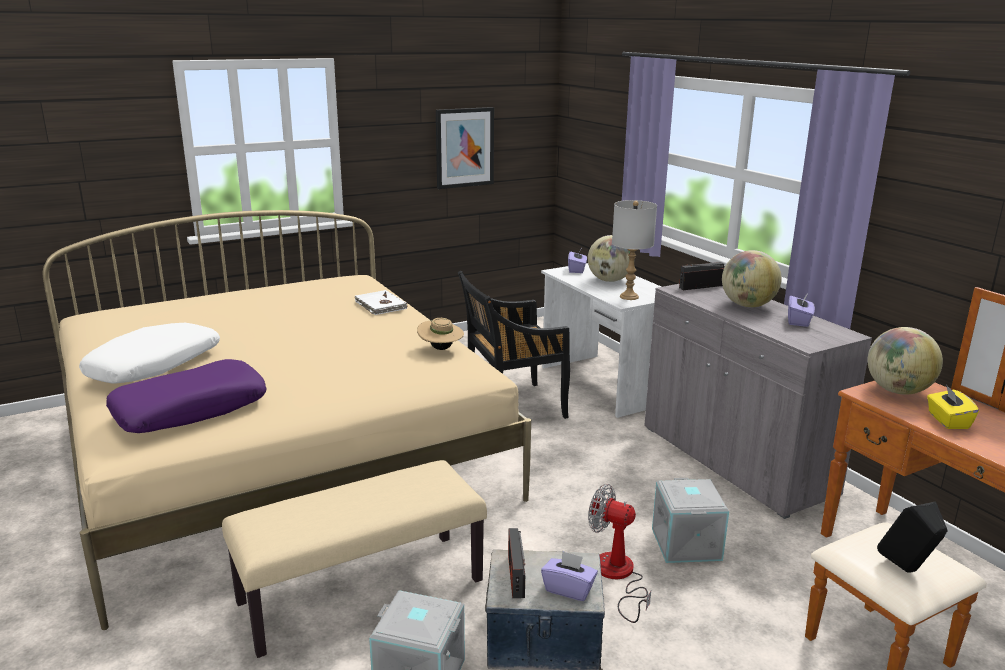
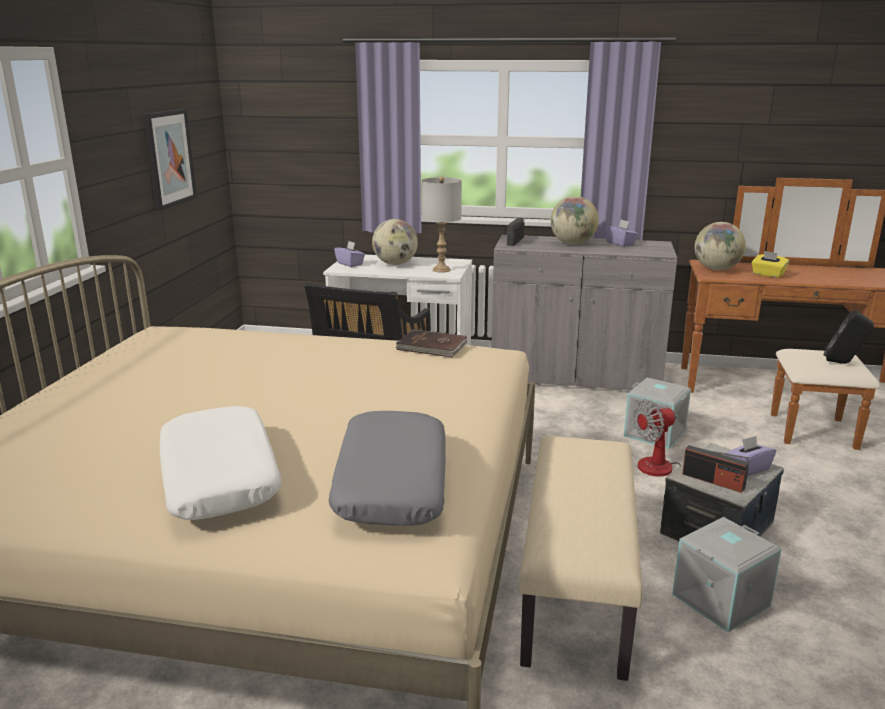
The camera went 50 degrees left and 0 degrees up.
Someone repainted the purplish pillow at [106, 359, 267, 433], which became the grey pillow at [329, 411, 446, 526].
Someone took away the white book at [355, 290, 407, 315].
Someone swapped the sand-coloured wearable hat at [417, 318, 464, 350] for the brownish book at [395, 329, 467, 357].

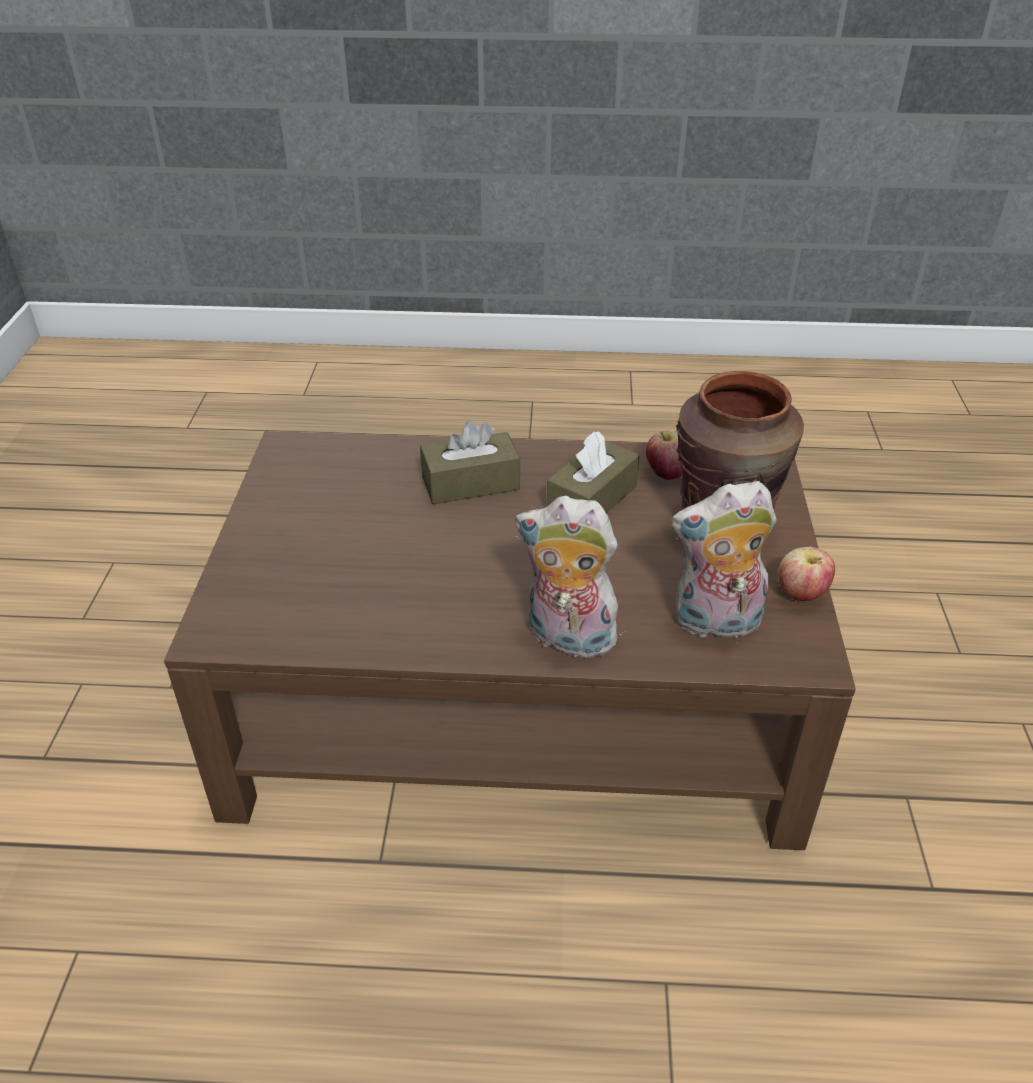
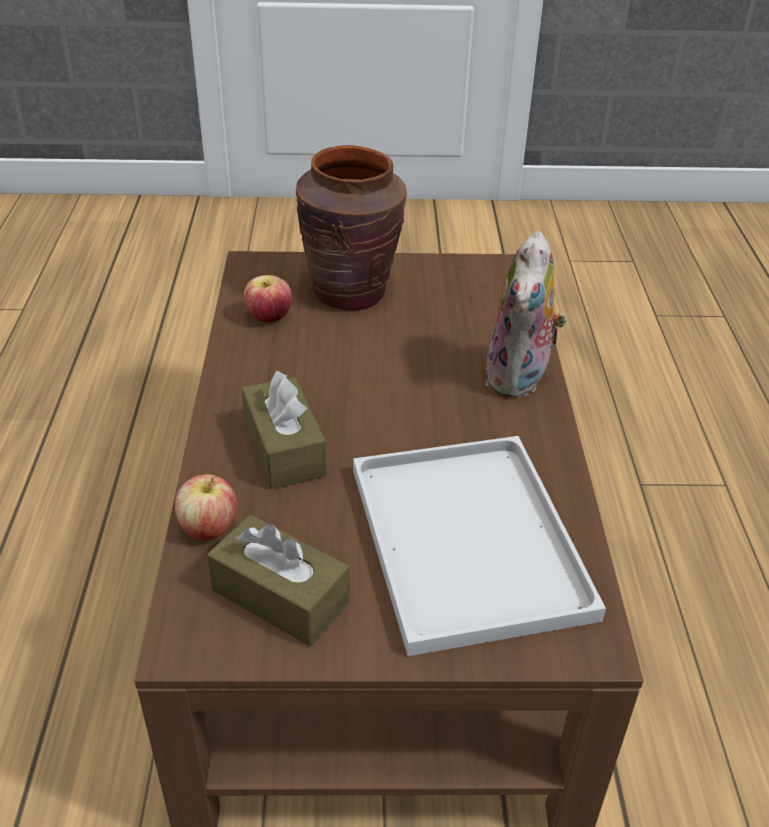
The camera went 95 degrees left and 0 degrees up.
Someone carried the brownish box of tissues from [547, 431, 640, 513] to [207, 515, 350, 646].
Someone took away the cuddly toy at [672, 481, 777, 643].
Someone carried the apple fruit from [778, 547, 835, 601] to [175, 474, 237, 541].
Someone put down the white tray at [353, 436, 606, 656].

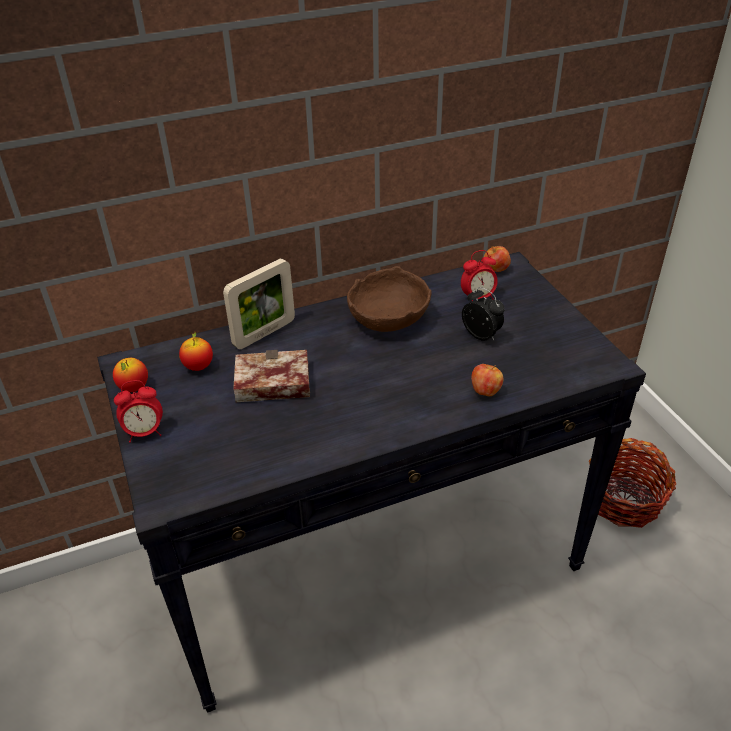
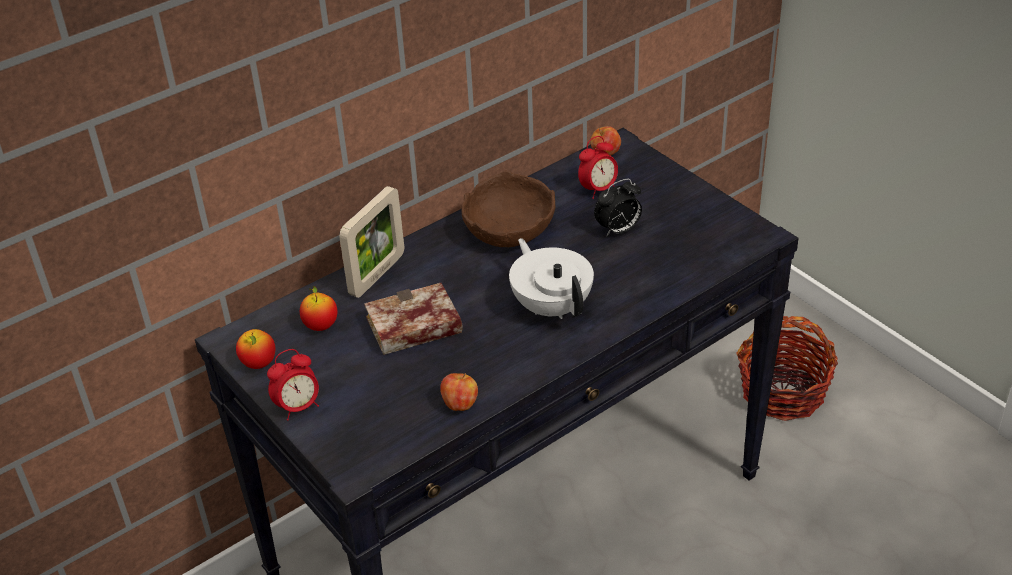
The camera went 15 degrees left and 0 degrees up.
Someone rotated the bedside clock at [462, 287, 505, 341] by 120 degrees clockwise.
Someone carried the apple fruit from [471, 364, 503, 396] to [440, 373, 478, 411].
Someone put down the white teapot at [509, 238, 594, 319].

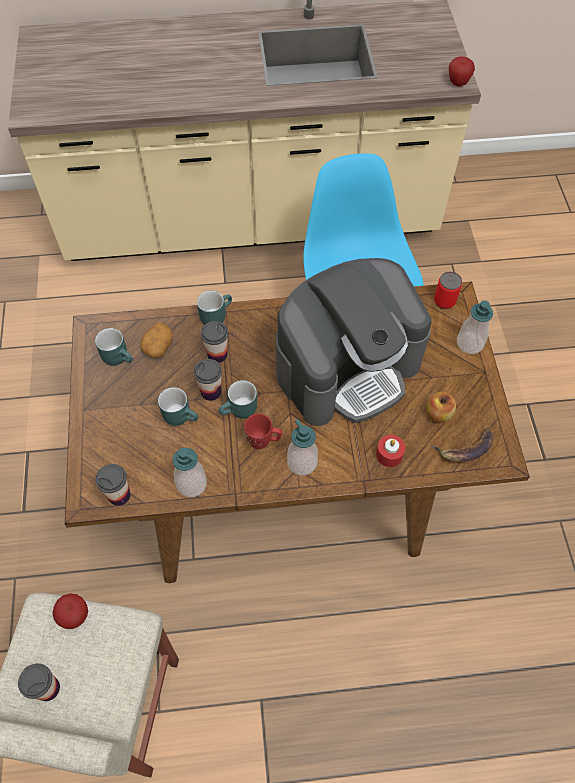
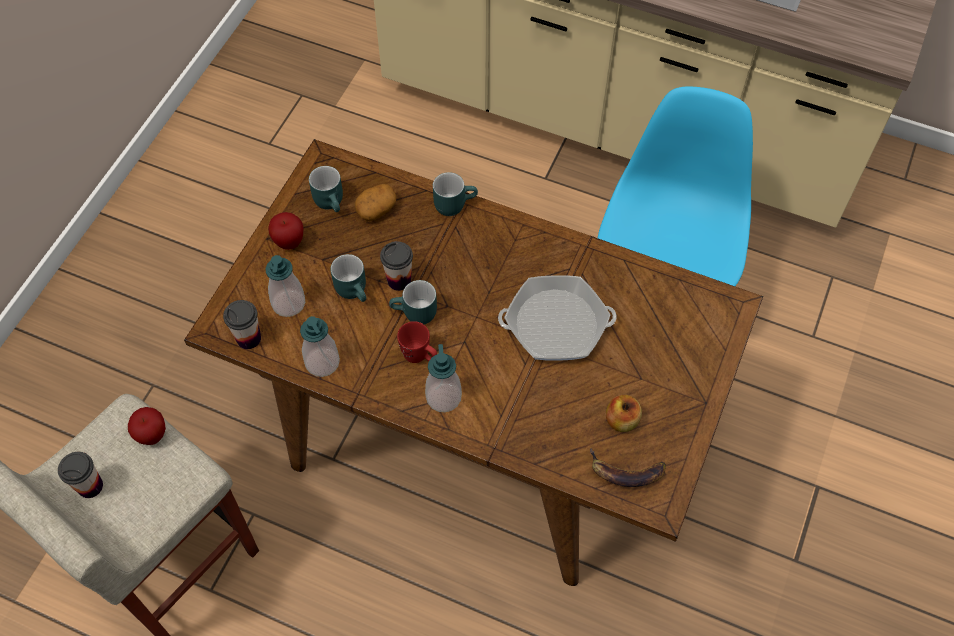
The camera went 30 degrees right and 0 degrees up.
Someone took away the small cup at [201, 321, 228, 363].
Someone swapped the coffee maker at [276, 258, 431, 426] for the frying pan at [498, 275, 617, 361].
Someone took away the red wax light at [376, 435, 405, 467].
Someone took away the sealed can at [434, 272, 462, 309].
Someone carried the apple fruit from [449, 56, 475, 87] to [268, 212, 303, 250].
Someone carried the liquid soap bottle from [457, 300, 493, 354] to [265, 255, 305, 317].

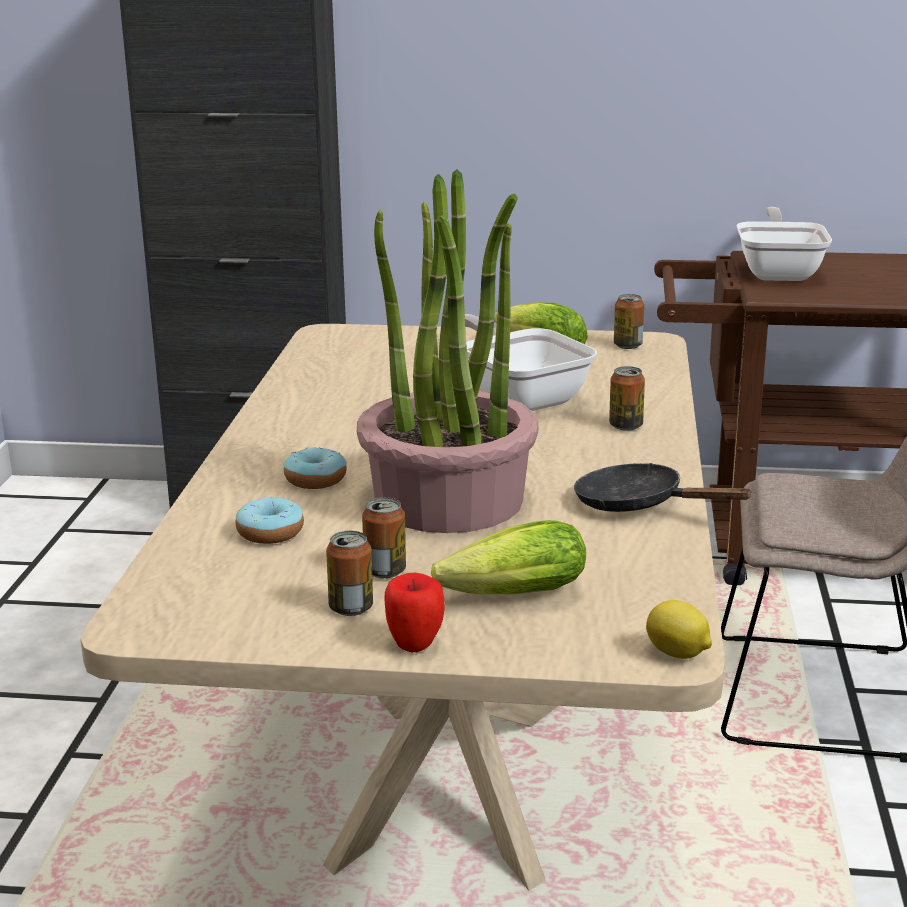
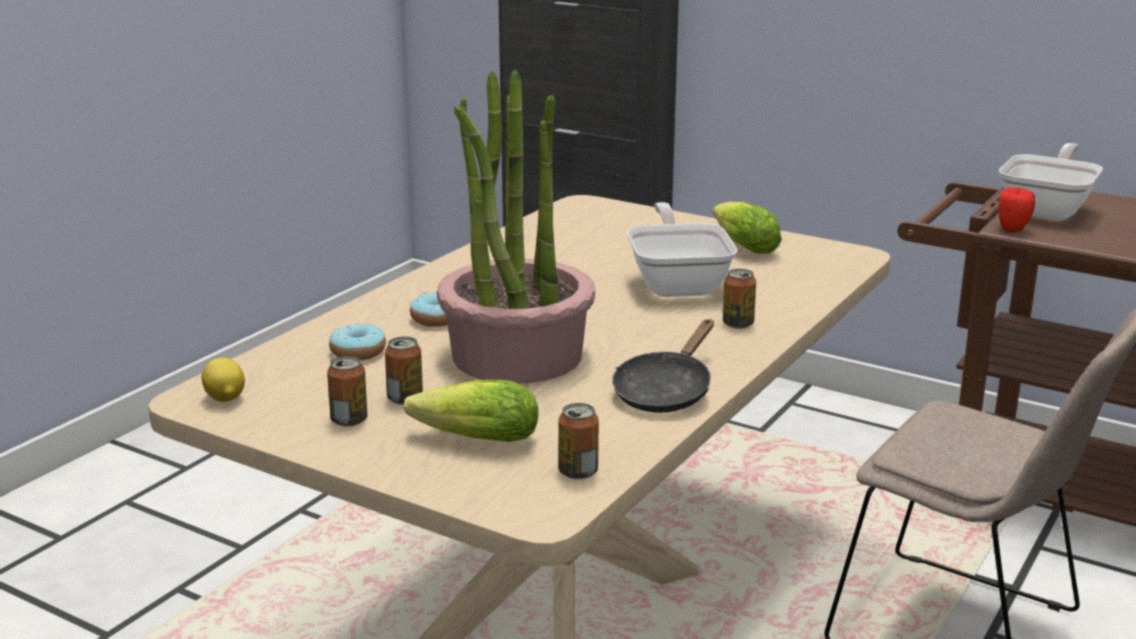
The camera went 25 degrees right and 0 degrees up.
Someone carried the apple fruit from [384, 573, 445, 652] to [998, 187, 1035, 233].
Someone rotated the black-coloured frying pan at [574, 463, 753, 512] by 120 degrees counterclockwise.
Someone carried the sealed can from [614, 294, 644, 349] to [558, 403, 599, 479].
Someone carried the whole lemon from [646, 600, 712, 659] to [202, 358, 245, 402].

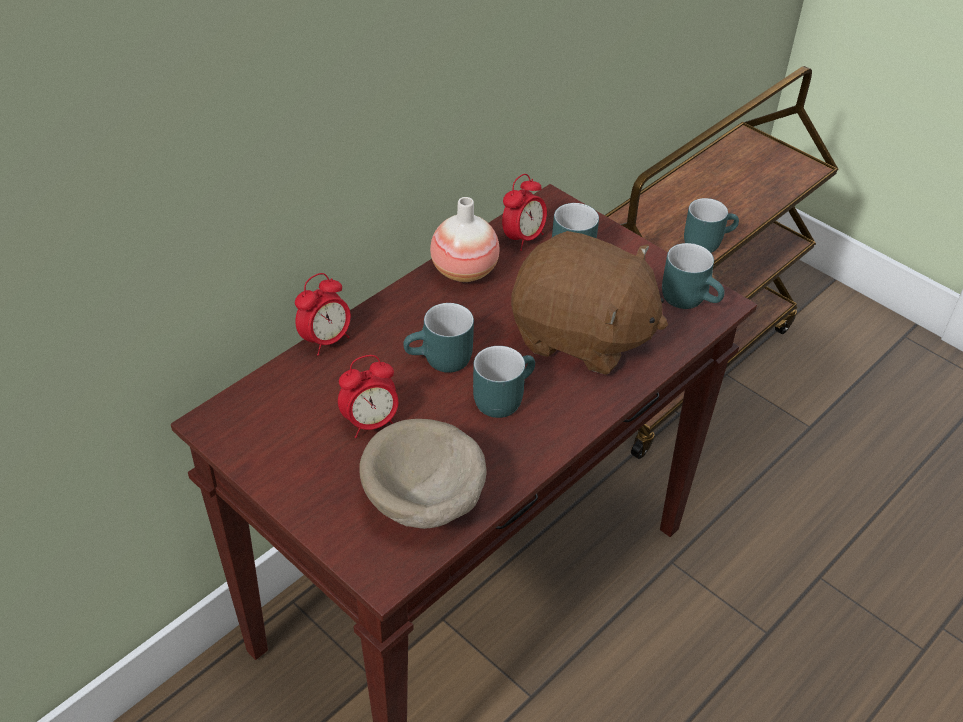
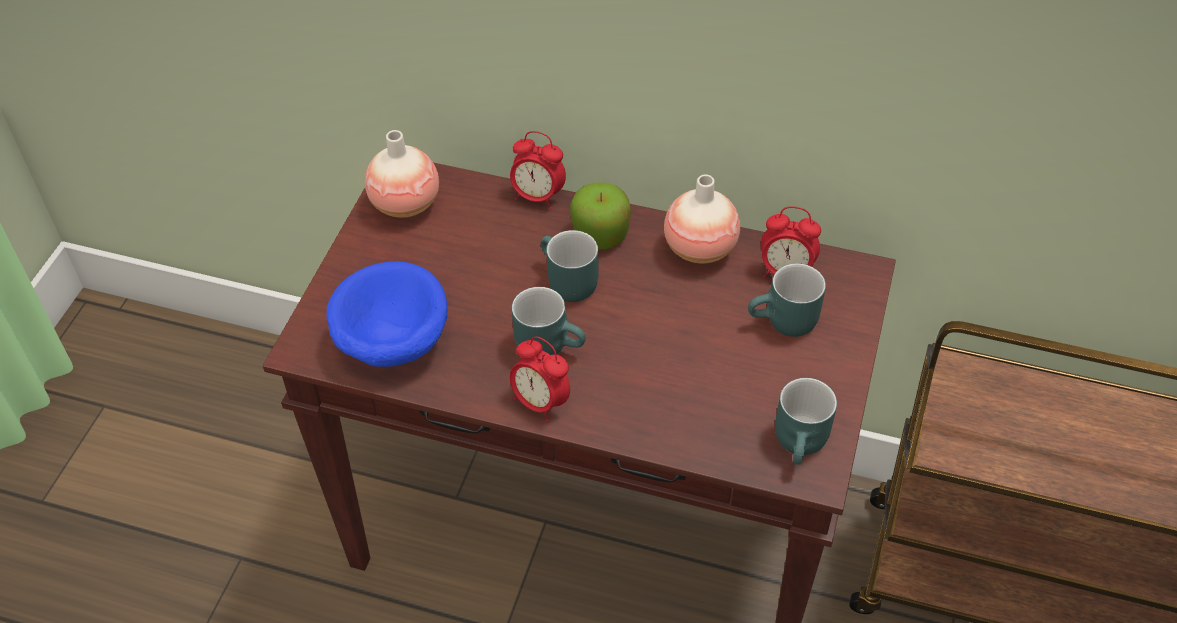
The camera went 65 degrees right and 5 degrees up.
Someone carried the bedside clock from [338, 355, 398, 438] to [510, 336, 570, 422].
Someone repainted the sand-coloured serving bowl at [359, 419, 487, 529], which became the blue serving bowl at [326, 261, 448, 367].
Someone took away the brownish cuddly toy at [511, 231, 668, 375].
Someone took away the turquoise tea mug at [684, 198, 739, 253].
Someone put down the flower vase at [365, 130, 439, 218].
Someone put down the apple fruit at [570, 183, 632, 249].

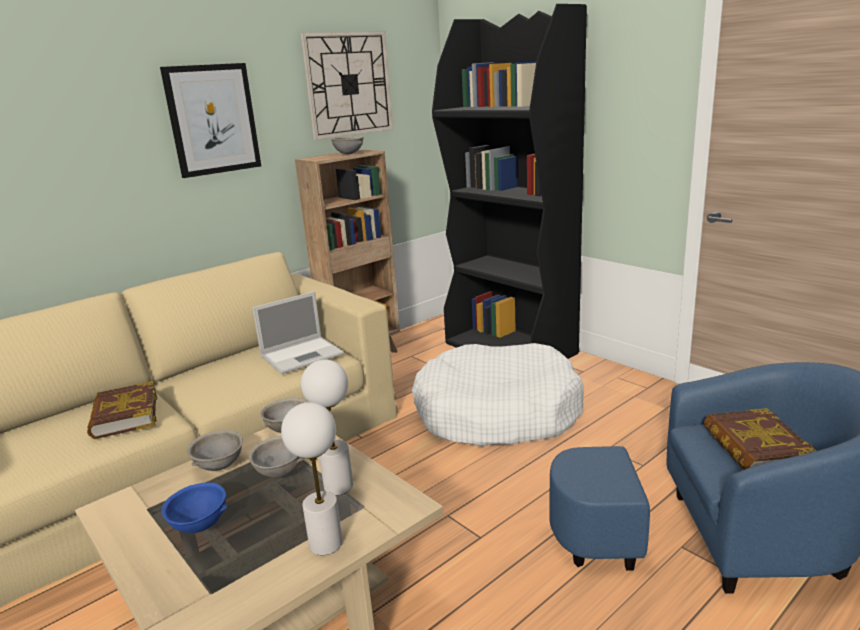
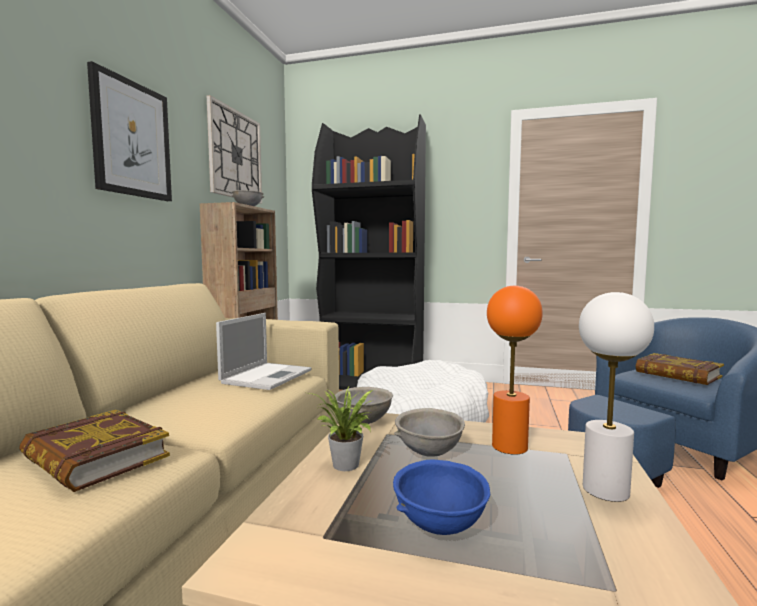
The camera went 35 degrees left and 15 degrees down.
Someone swapped the grey serving bowl at [187, 430, 243, 471] for the potted plant at [309, 385, 372, 471].
Someone repainted the white lamp for a table at [301, 360, 353, 495], which became the orange-coloured lamp for a table at [487, 286, 543, 455].

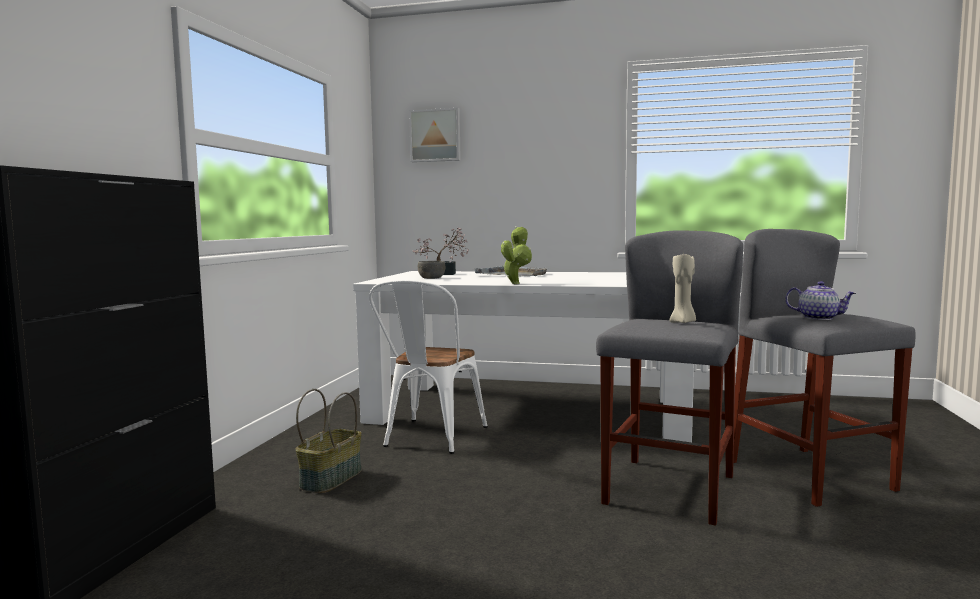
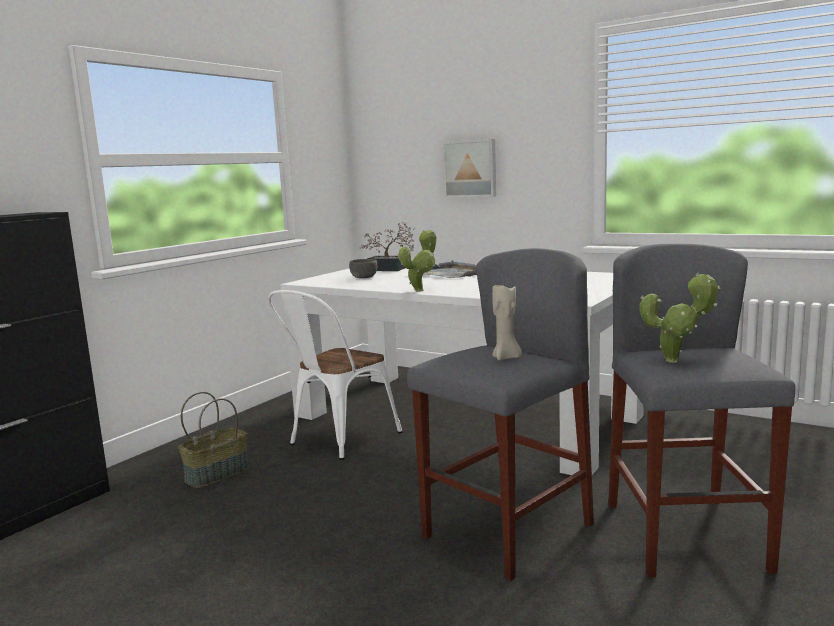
The camera went 20 degrees right and 5 degrees up.
Someone carried the wall picture from [409, 108, 461, 162] to [443, 139, 496, 198].
Someone swapped the teapot at [785, 281, 856, 320] for the potted plant at [639, 272, 720, 363].

